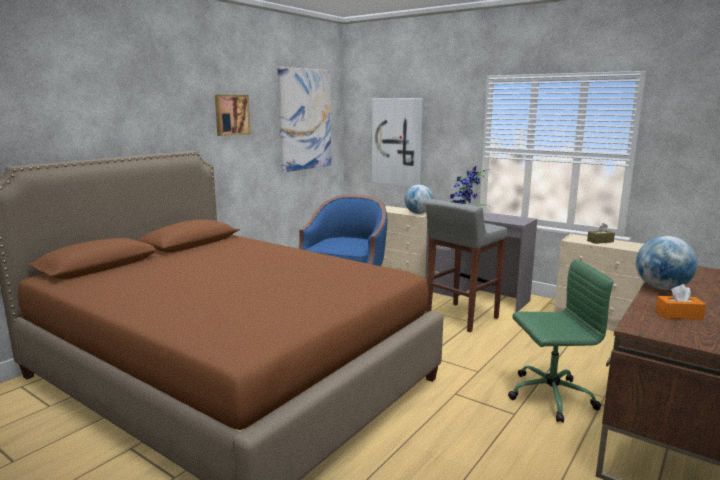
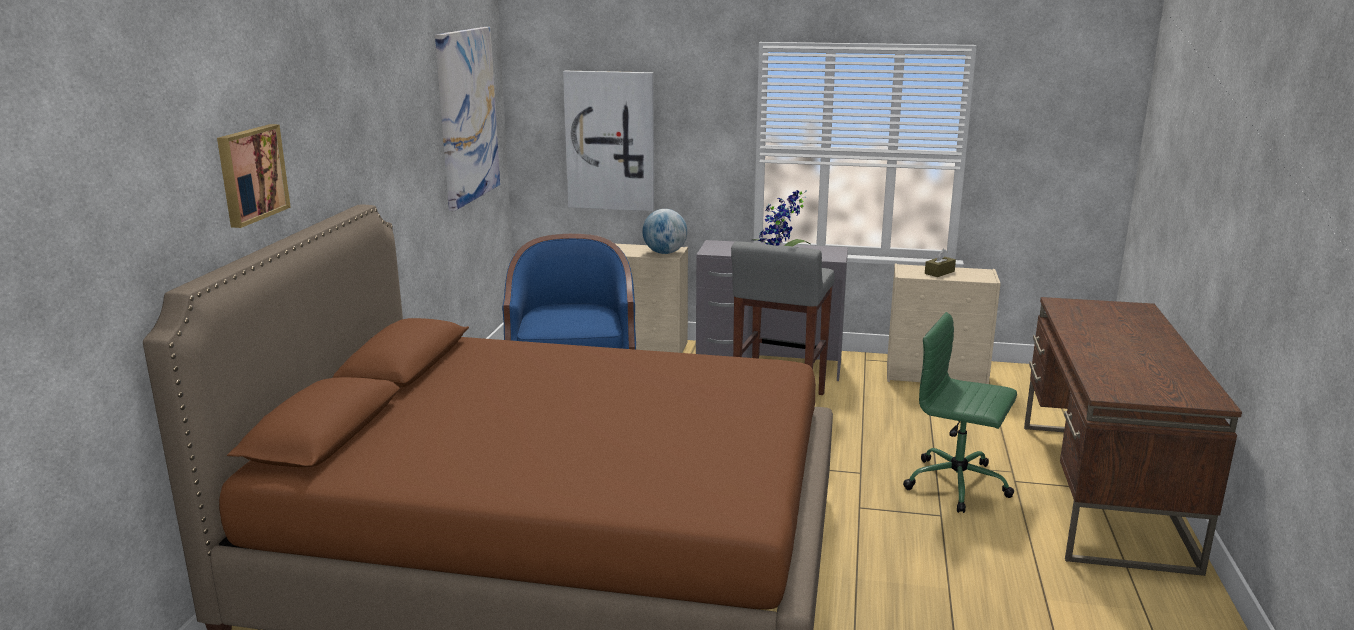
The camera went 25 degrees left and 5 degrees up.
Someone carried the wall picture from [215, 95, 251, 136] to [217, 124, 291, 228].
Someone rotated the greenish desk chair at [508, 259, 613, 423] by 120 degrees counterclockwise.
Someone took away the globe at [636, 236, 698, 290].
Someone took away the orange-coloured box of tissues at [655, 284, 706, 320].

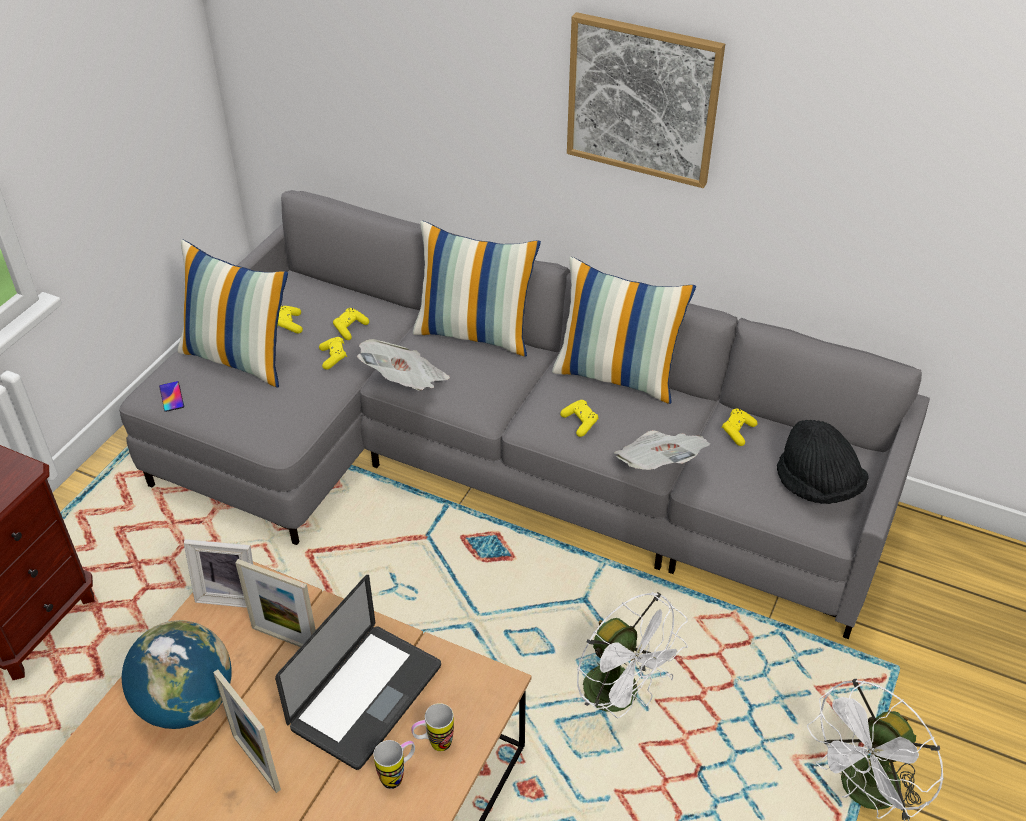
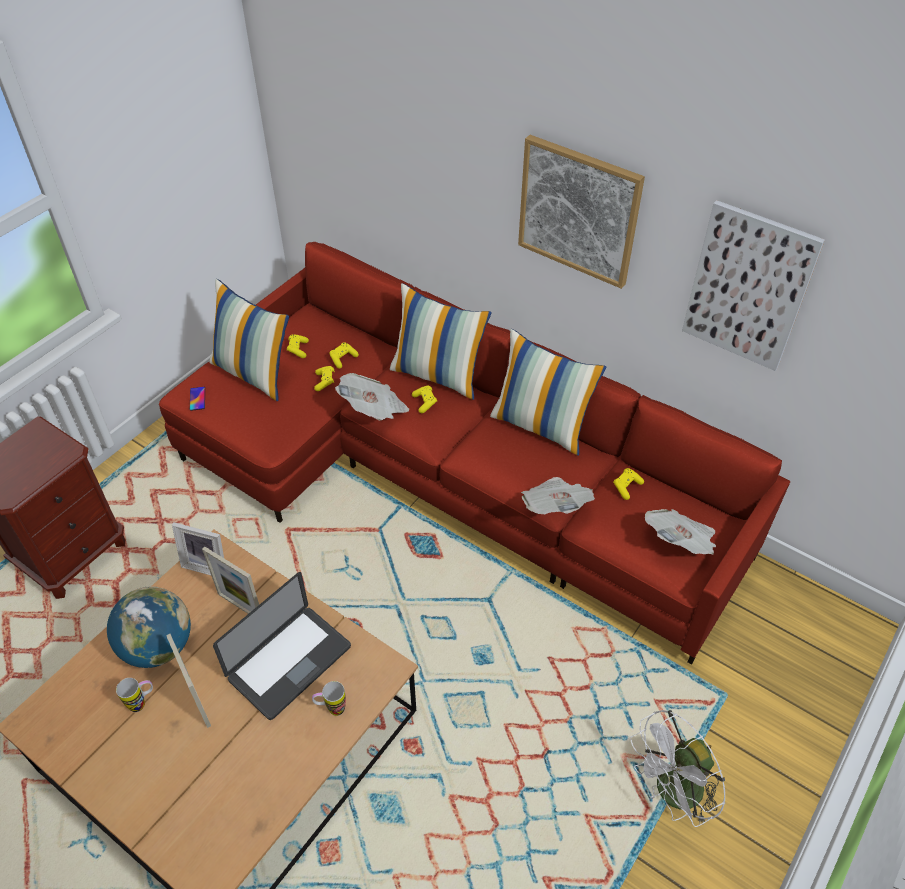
The camera went 10 degrees right and 5 degrees up.
Someone repainted the grey couch at [119, 190, 930, 639], which became the red couch at [159, 242, 790, 665].
Someone carried the tea mug from [373, 740, 415, 789] to [116, 678, 153, 712].
Someone carried the yellow-coloured game controller from [560, 400, 599, 437] to [412, 386, 437, 413].
Someone took away the white fan at [577, 592, 688, 718].
Someone swapped the black-coloured wearable hat at [777, 420, 869, 504] for the daily paper at [645, 509, 716, 555].
Someone put up the wall picture at [682, 200, 825, 371].

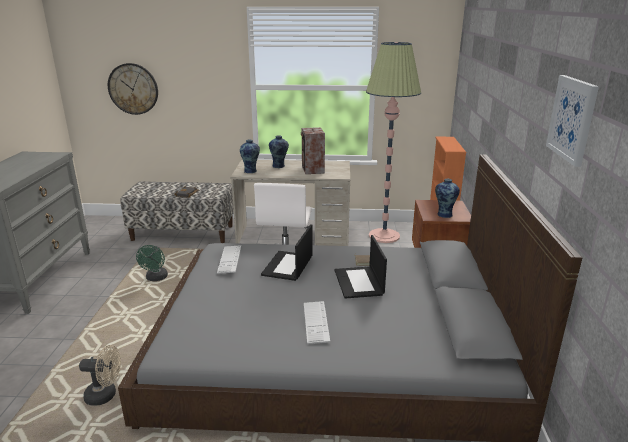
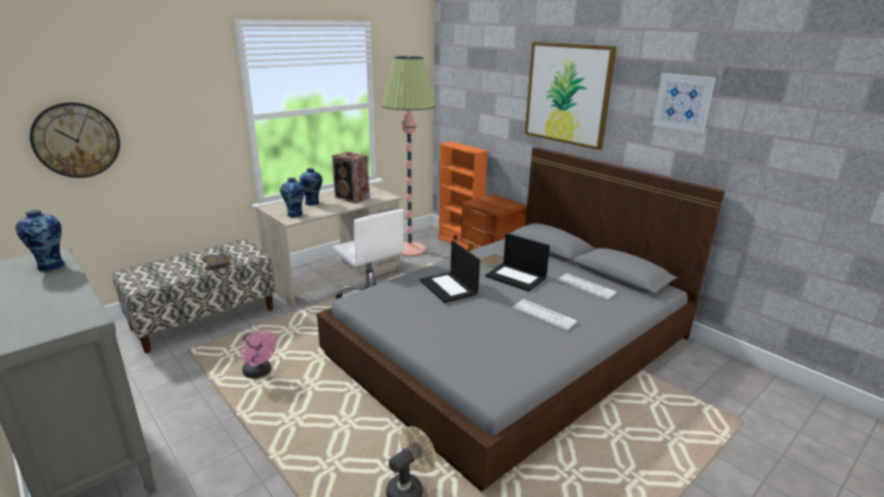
The camera went 45 degrees left and 0 degrees up.
Someone repainted the greenish fan at [136, 245, 168, 281], which became the pink-coloured fan at [240, 330, 277, 378].
Someone carried the PC keyboard from [217, 245, 241, 274] to [557, 273, 617, 300].
Someone carried the flower vase from [435, 179, 460, 218] to [16, 209, 65, 271].
Someone put up the wall picture at [525, 42, 617, 150].

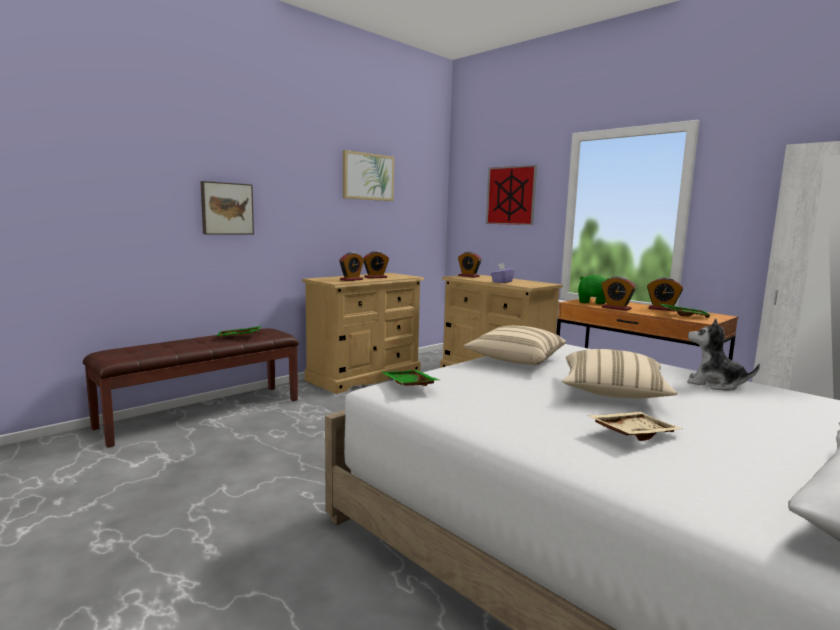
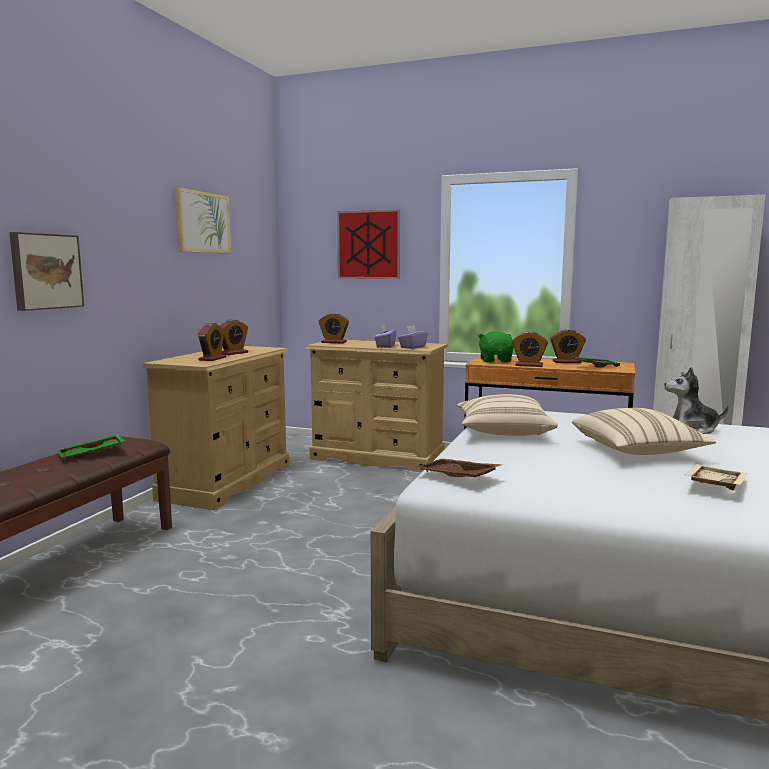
The camera went 25 degrees left and 0 degrees up.
Someone repainted the greenish tray at [382, 370, 439, 386], which became the brownish tray at [414, 459, 502, 477].
Someone put down the purplish box of tissues at [398, 325, 428, 349].

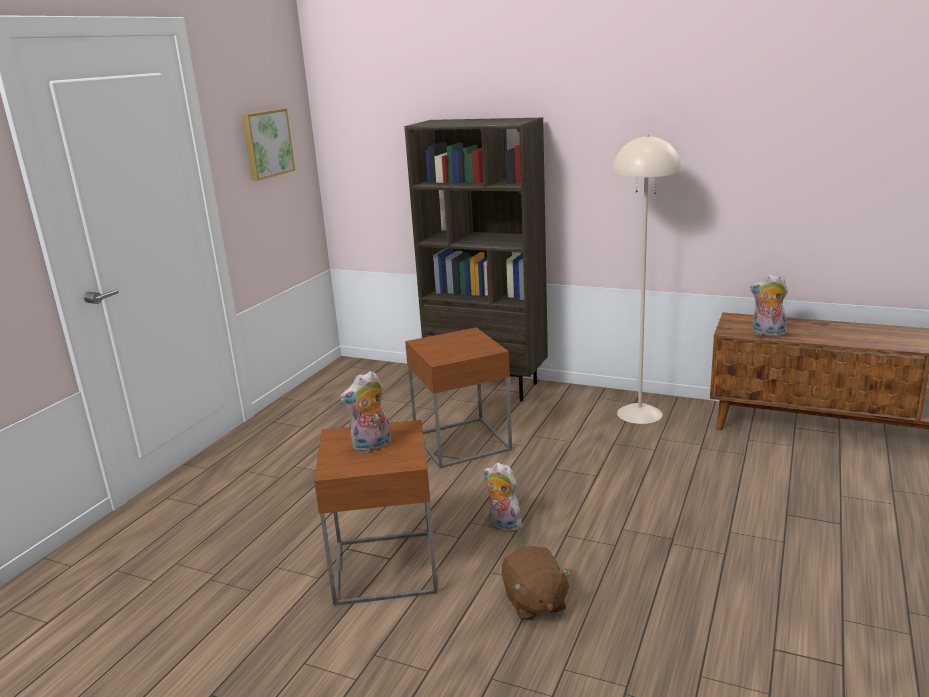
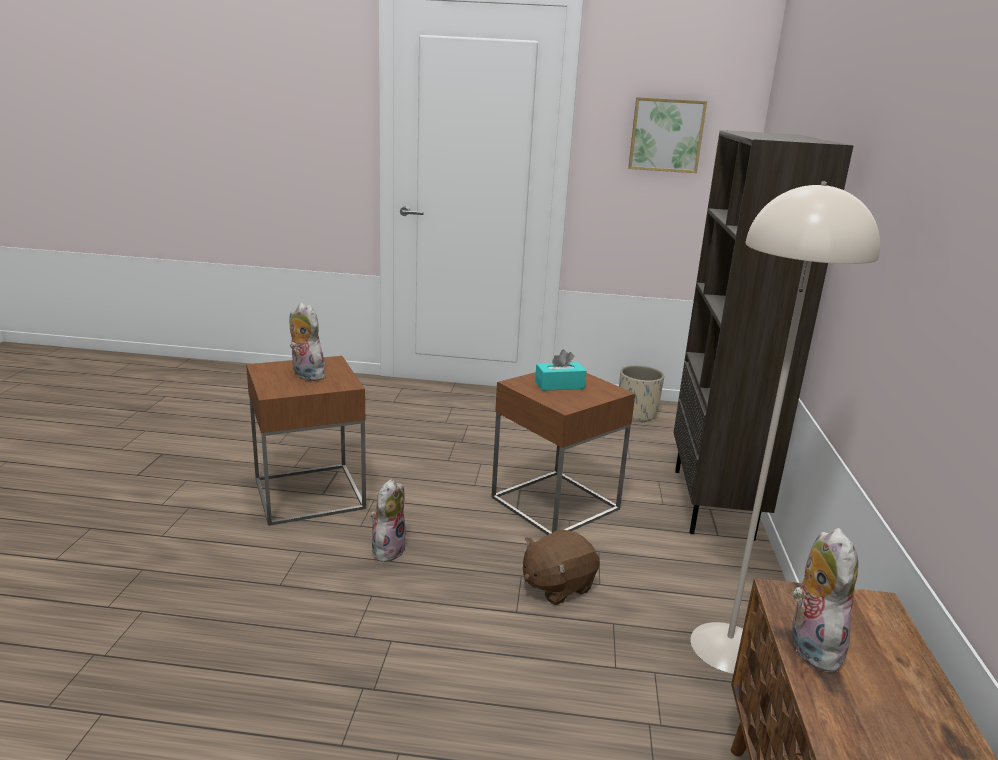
The camera went 70 degrees right and 0 degrees up.
Someone carried the brownish cuddly toy from [502, 546, 572, 621] to [523, 530, 600, 605].
Someone put down the turquoise box of tissues at [535, 349, 586, 391].
Someone put down the sand-coloured planter at [619, 365, 664, 423].

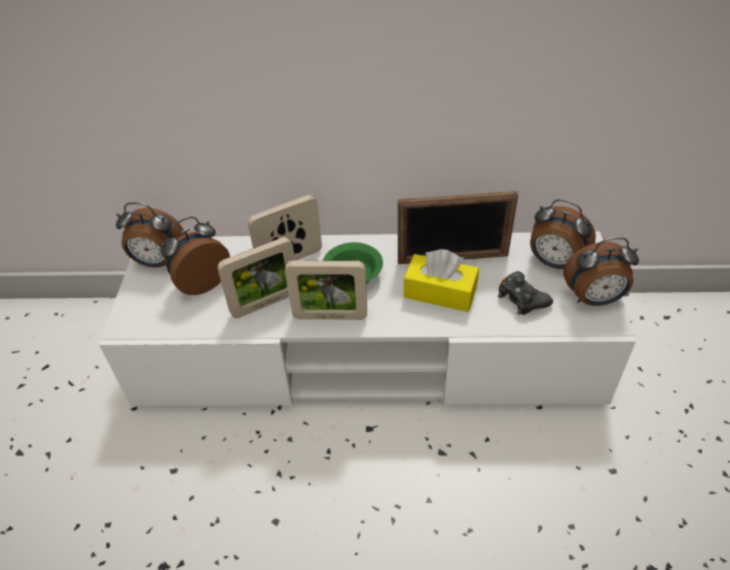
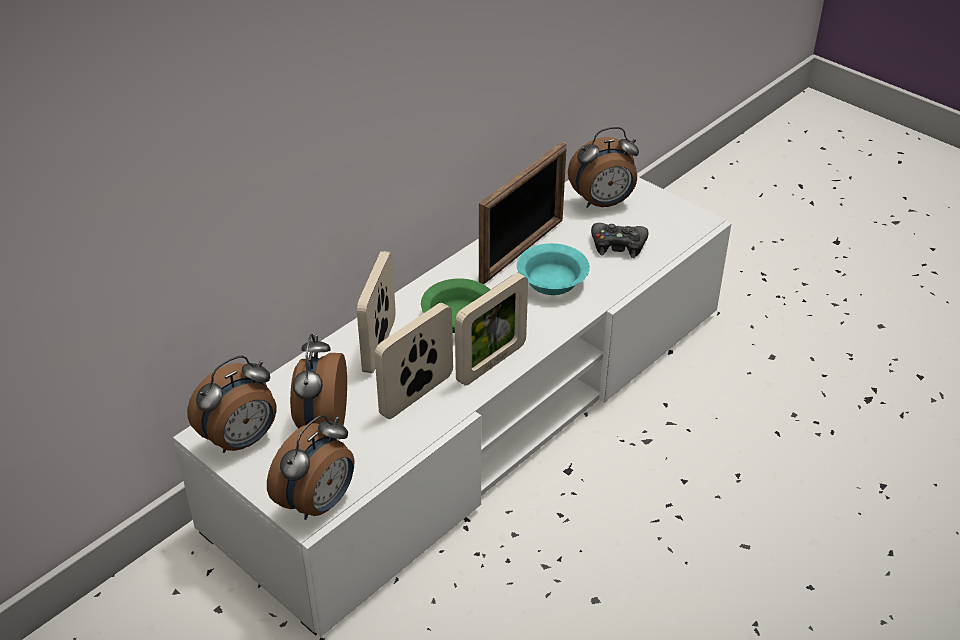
The camera went 50 degrees left and 5 degrees down.
Someone rotated the picture frame at [217, 237, 295, 318] by 150 degrees counterclockwise.
Someone swapped the yellow-coloured box of tissues at [404, 249, 479, 312] for the turquoise serving bowl at [517, 243, 590, 295].
Someone carried the bedside clock from [563, 237, 639, 306] to [267, 415, 354, 520].

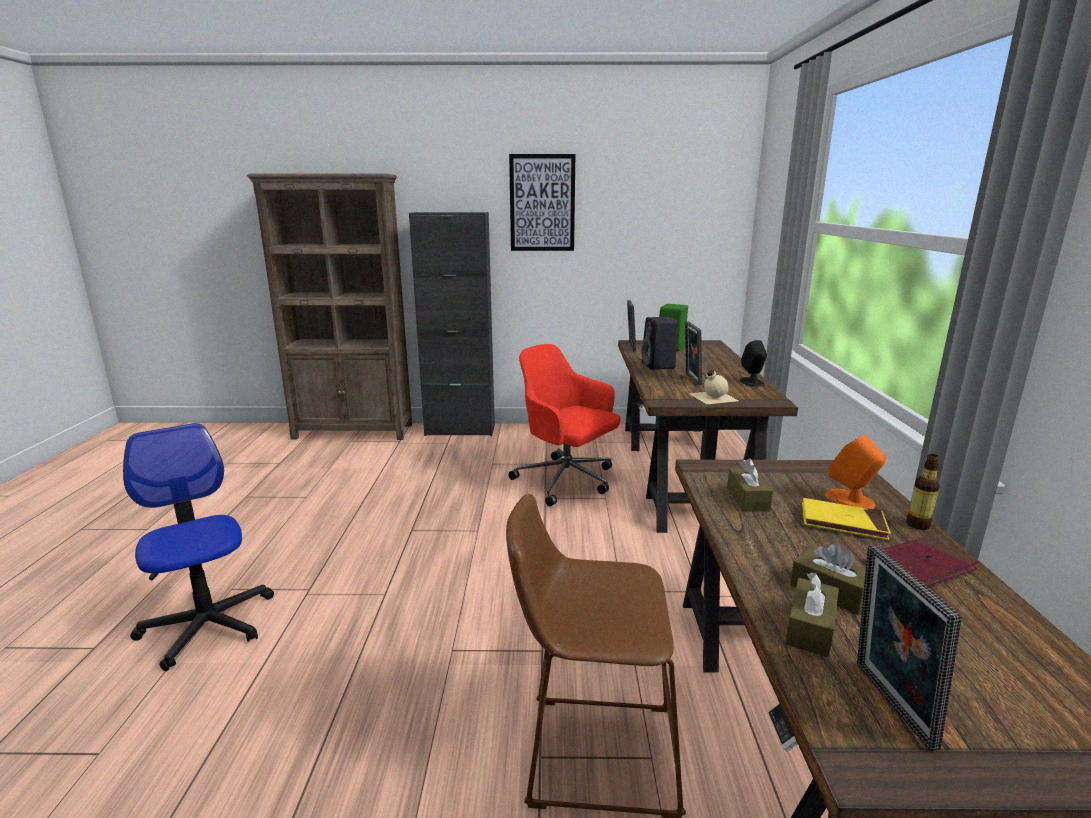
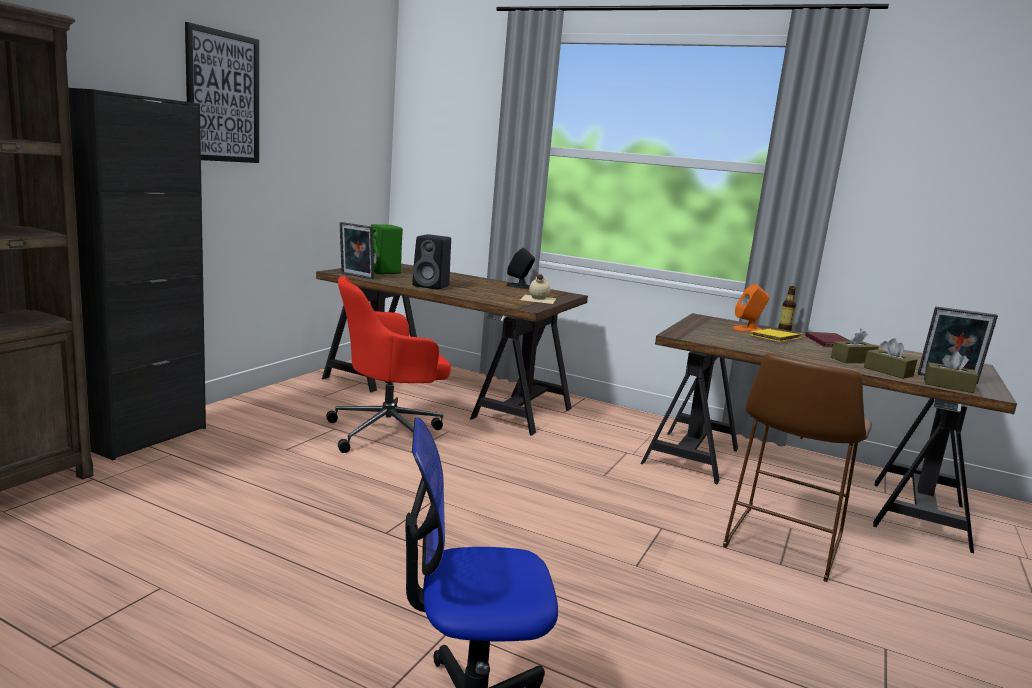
The camera went 65 degrees left and 5 degrees down.
Someone took away the picture frame at [685, 321, 702, 385].
Someone carried the brownish box of tissues from [727, 458, 773, 512] to [924, 351, 978, 393].

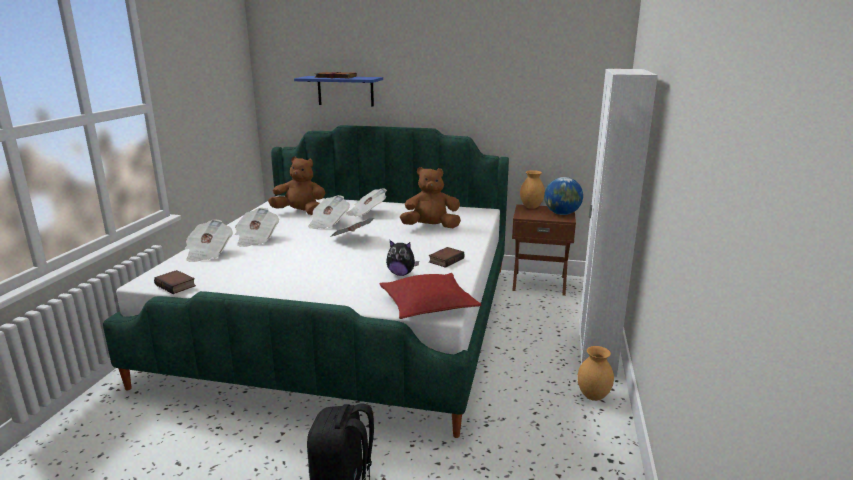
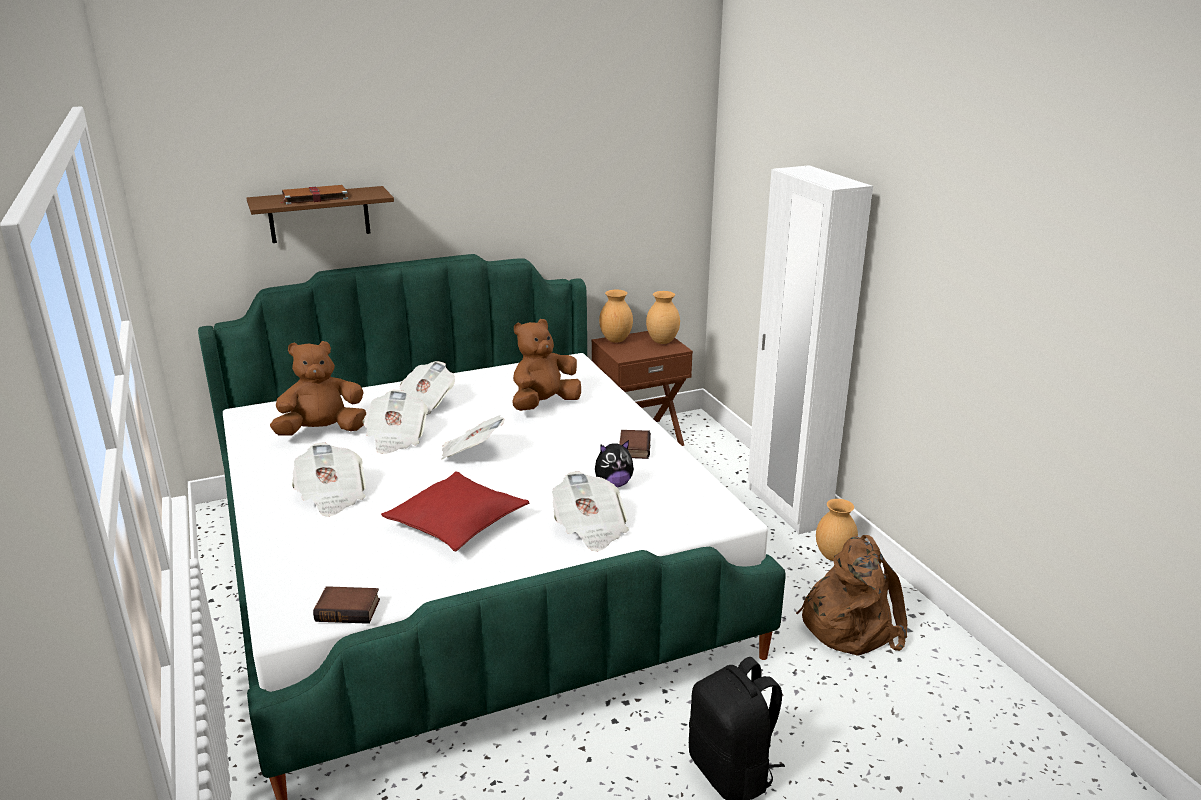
The camera went 35 degrees left and 5 degrees up.
Someone carried the daily paper from [185, 219, 233, 262] to [552, 471, 629, 552].
Someone repainted the blue bracket shelf at [294, 76, 383, 106], which became the brownish bracket shelf at [246, 186, 394, 243].
Someone carried the red pillow from [379, 273, 482, 319] to [381, 471, 529, 551].
Someone swapped the globe at [544, 177, 583, 215] for the brownish flower vase at [646, 291, 680, 344].
Someone put down the brownish rucksack at [796, 535, 907, 655].

